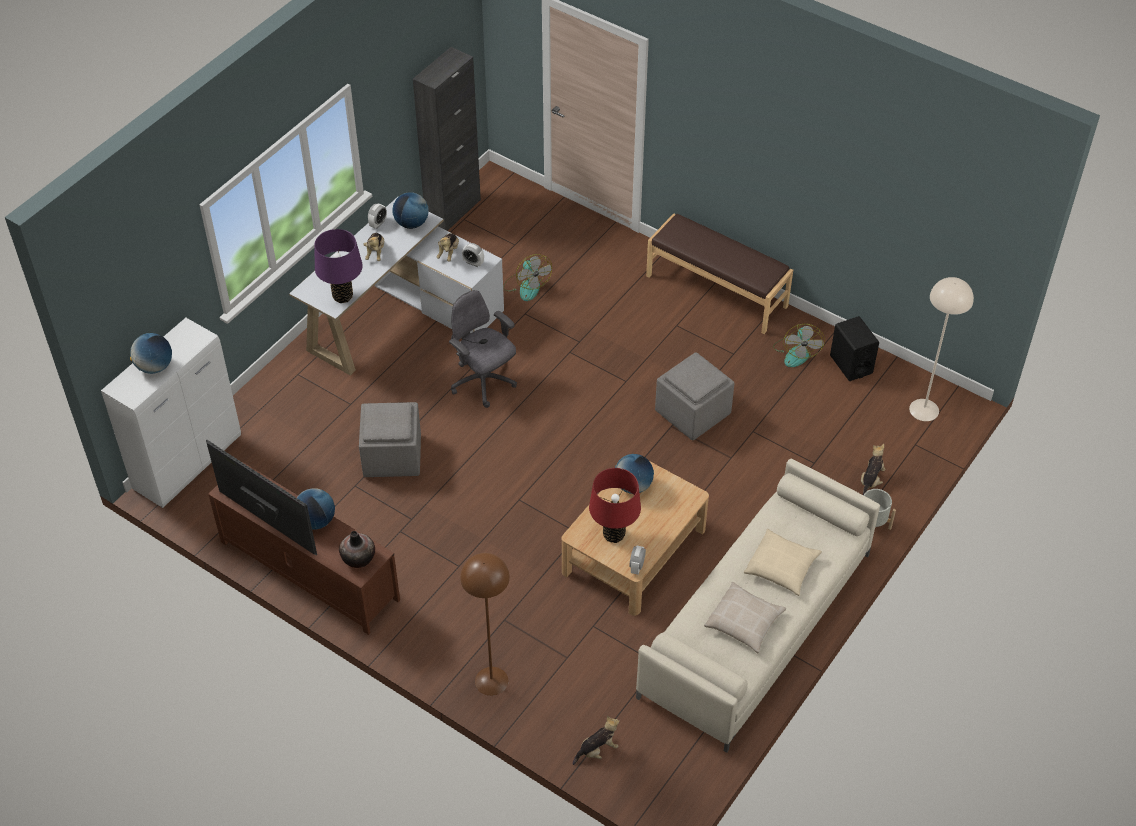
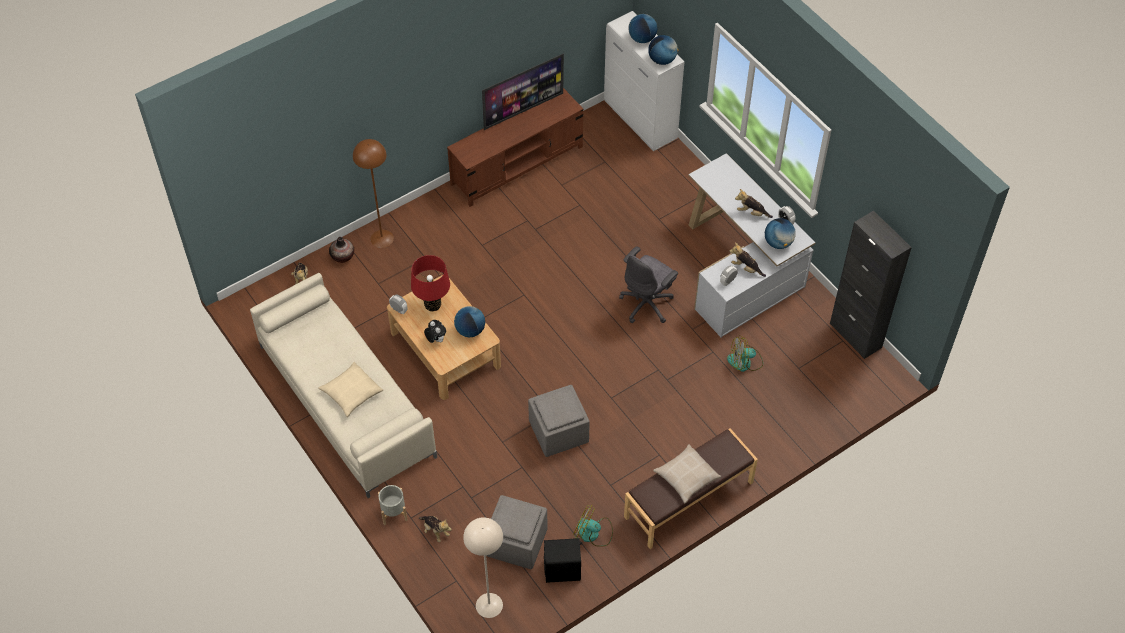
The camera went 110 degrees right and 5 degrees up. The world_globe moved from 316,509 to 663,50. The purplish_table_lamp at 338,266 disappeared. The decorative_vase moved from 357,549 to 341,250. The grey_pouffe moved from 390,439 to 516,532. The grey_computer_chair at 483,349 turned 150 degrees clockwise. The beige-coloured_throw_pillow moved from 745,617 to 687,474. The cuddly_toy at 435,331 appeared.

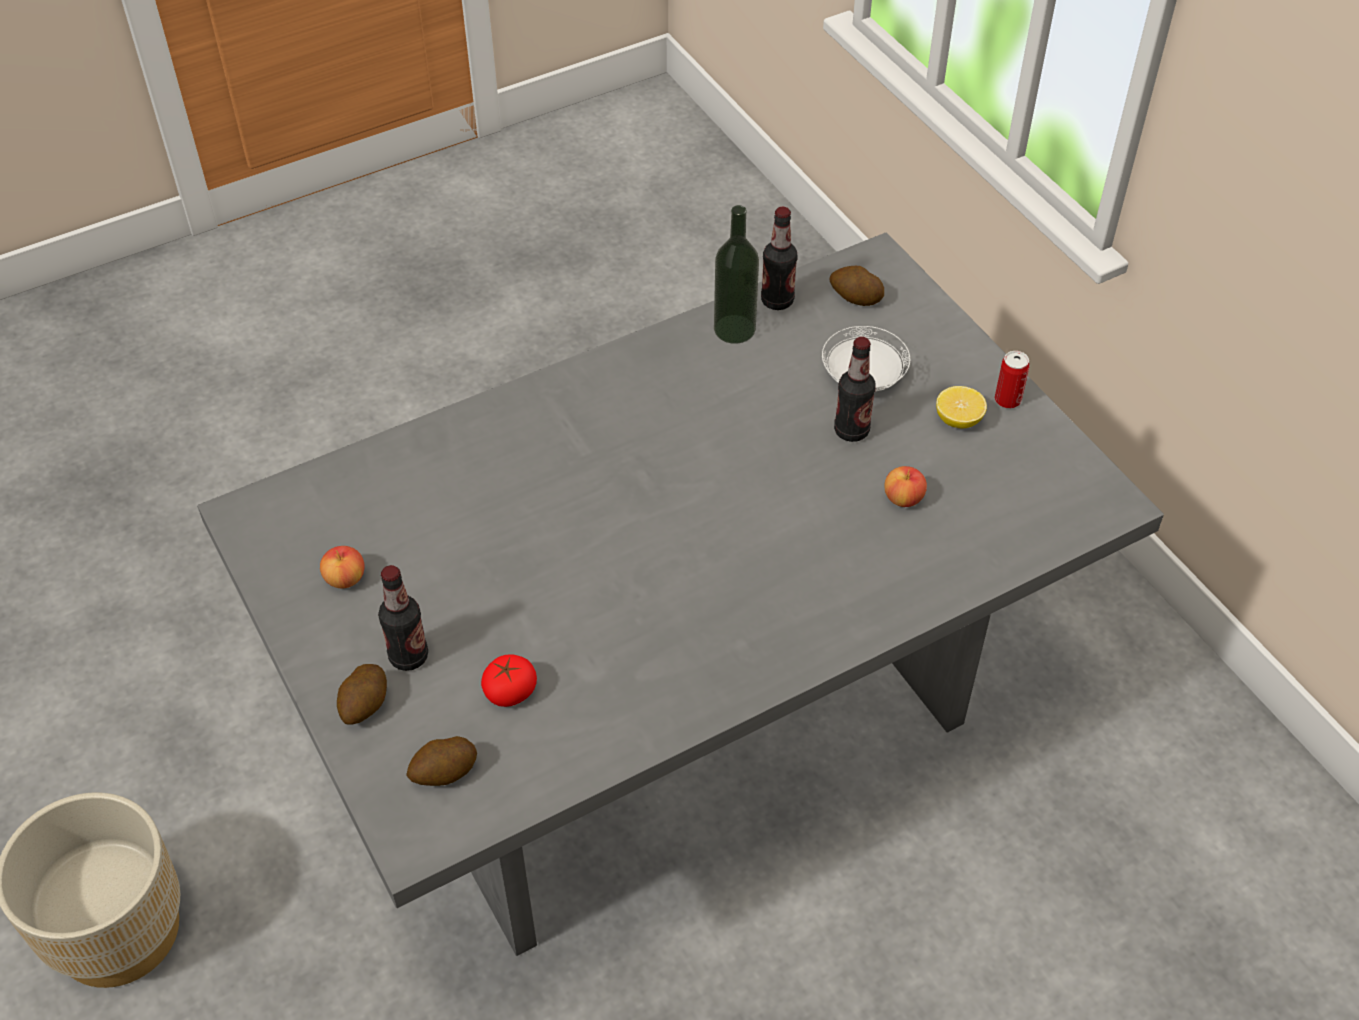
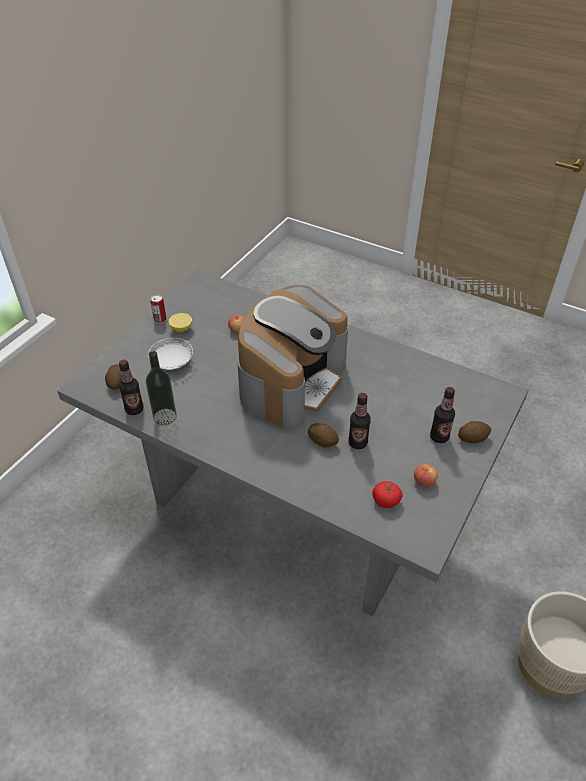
The camera went 120 degrees left and 5 degrees down. The potato moved from 441,761 to 323,435. The tomato moved from 509,680 to 387,494. The bottle moved from 855,389 to 359,421. The coffee_machine at 292,357 appeared.

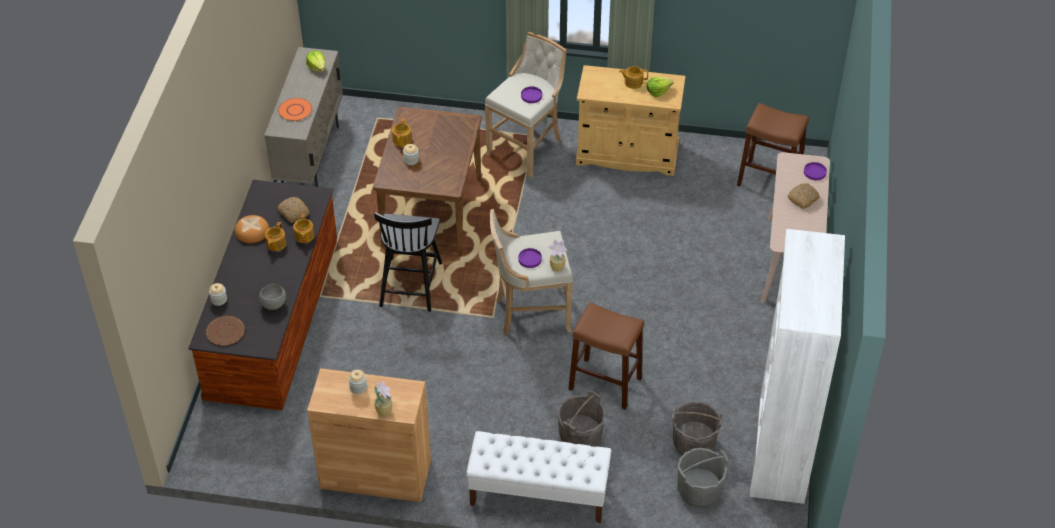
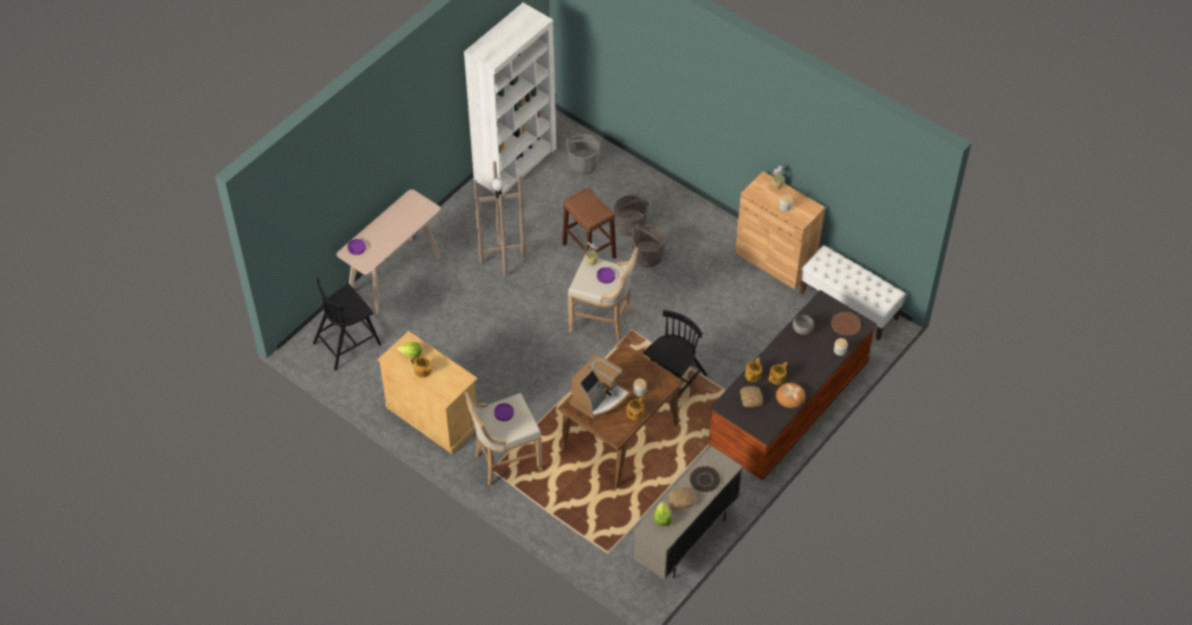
The camera went 150 degrees left and 5 degrees up. The orangey_dinner_plate at 295,109 became the black_dinner_plate at 705,479. The whitish_long_seat moved from 539,477 to 853,293. The grey_water_bucket moved from 697,428 to 648,245. The brown_stool at 773,144 was replaced by the black_plain_chair at 347,324. The baked_bread moved from 804,196 to 682,498. The brown_floor_lamp at 471,248 appeared. The coffee_machine at 600,386 appeared.

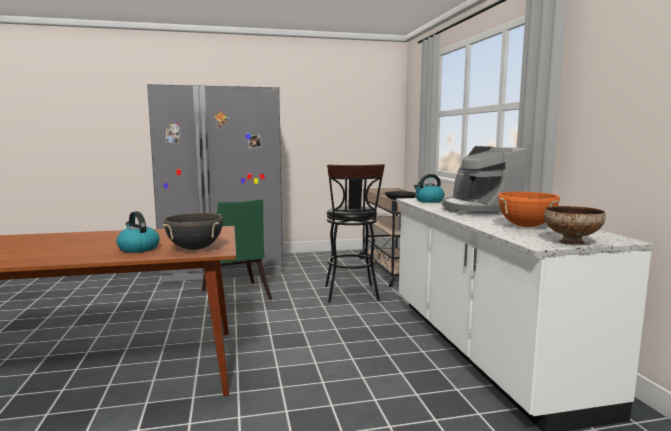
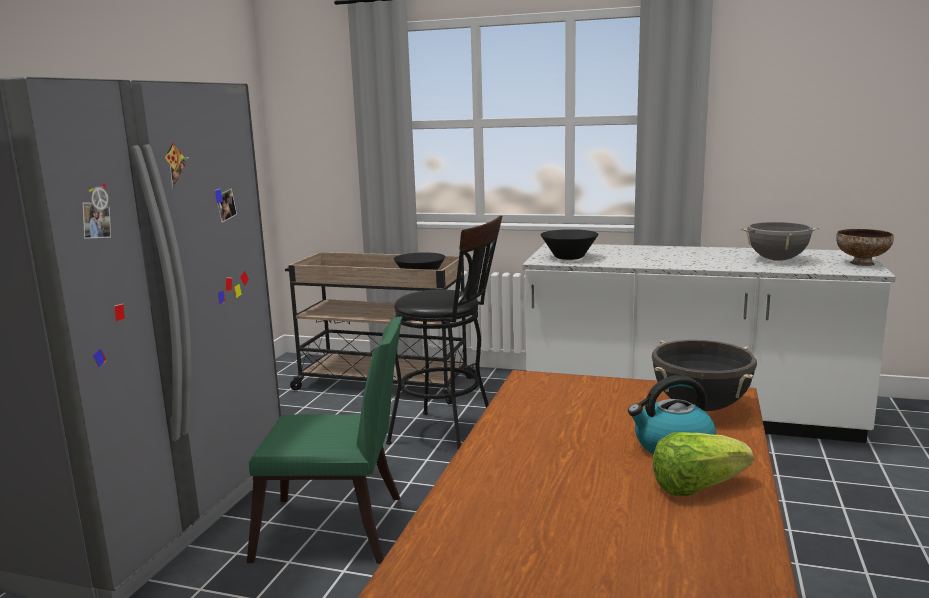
The camera went 60 degrees left and 5 degrees up. The water_kettle at 429,188 was replaced by the black_deep_dish at 569,244. The coffee_machine at 484,181 disappeared. The orangey_saucepot at 529,209 became the grey_saucepot at 779,241. The head_of_lettuce at 703,464 appeared.

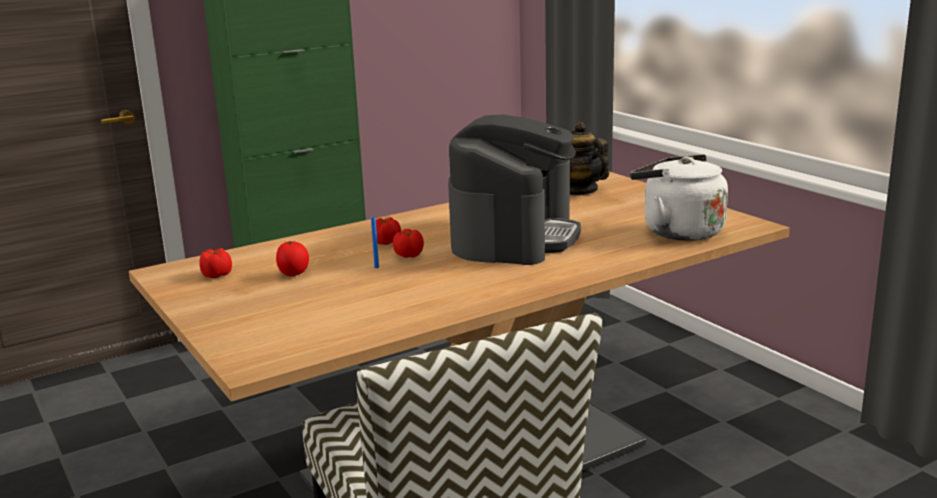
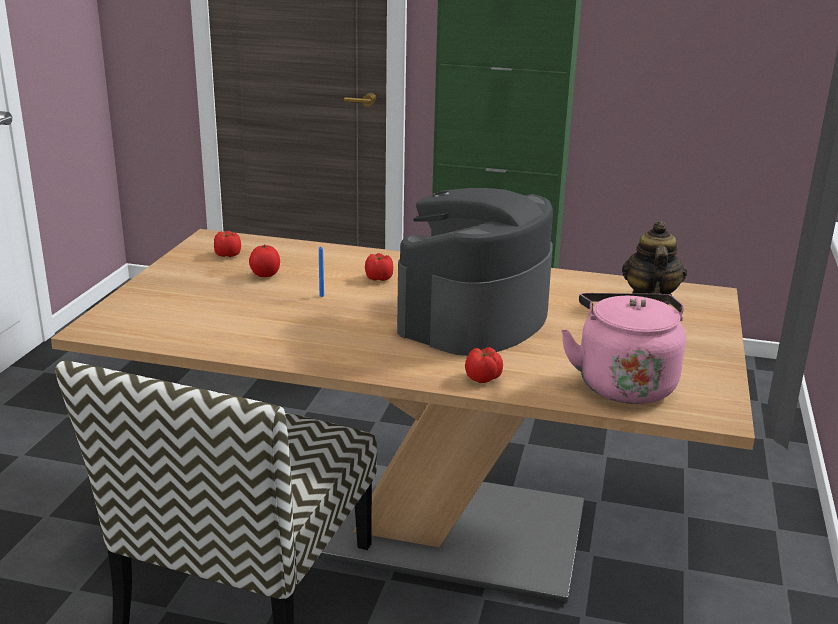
The camera went 45 degrees right and 5 degrees up. The tomato moved from 408,243 to 484,365. The coffee_machine at 514,189 turned 150 degrees clockwise. The whitish_water_kettle at 679,197 became the pink_water_kettle at 623,348.

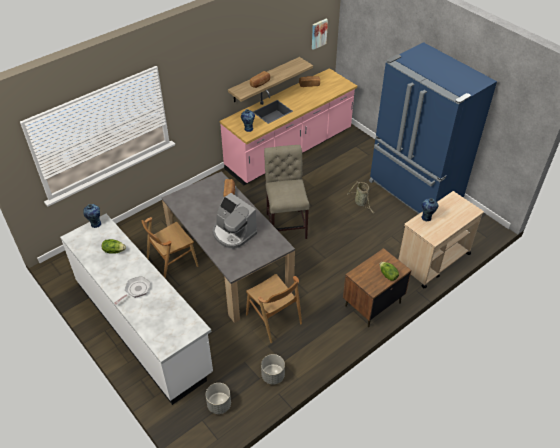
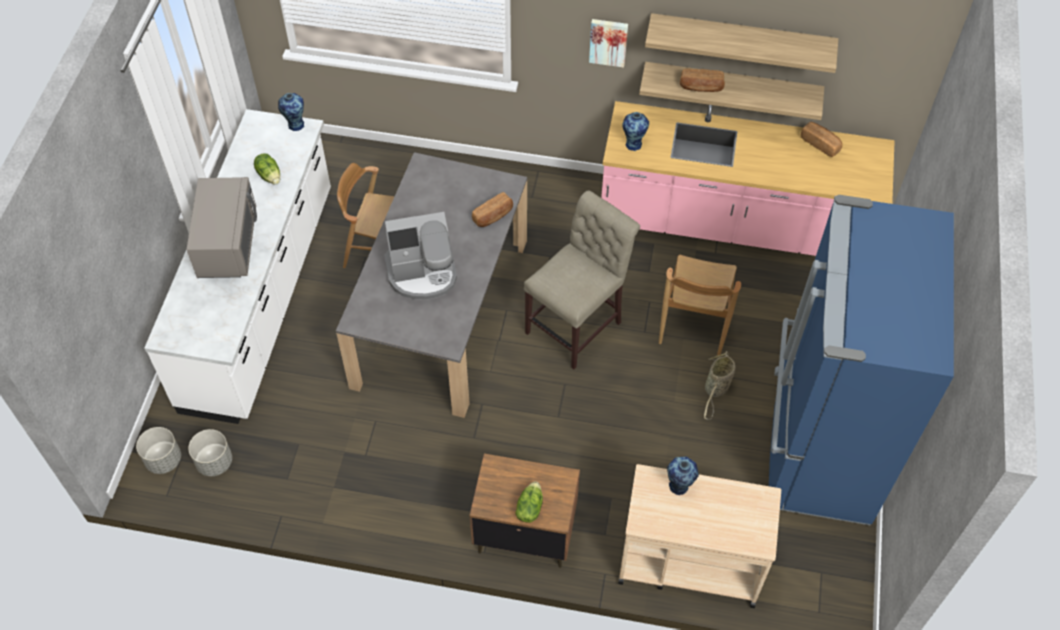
The camera went 50 degrees right and 10 degrees up. The pan at 132,290 was replaced by the grey_kitchen_microwave at 221,227. The coffee_machine at 235,221 turned 105 degrees counterclockwise. The brown_plain_chair moved from 274,308 to 700,305. The grey_planter moved from 273,369 to 158,450. The picture moved from 320,34 to 608,43. The shelf at 741,43 appeared.

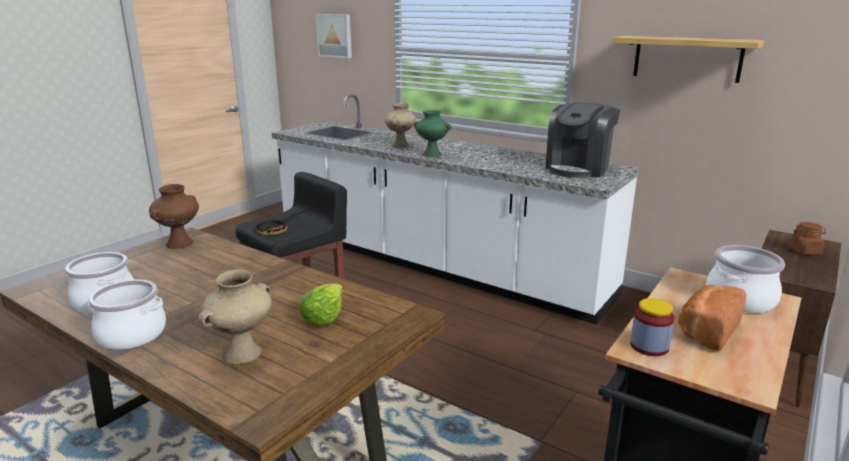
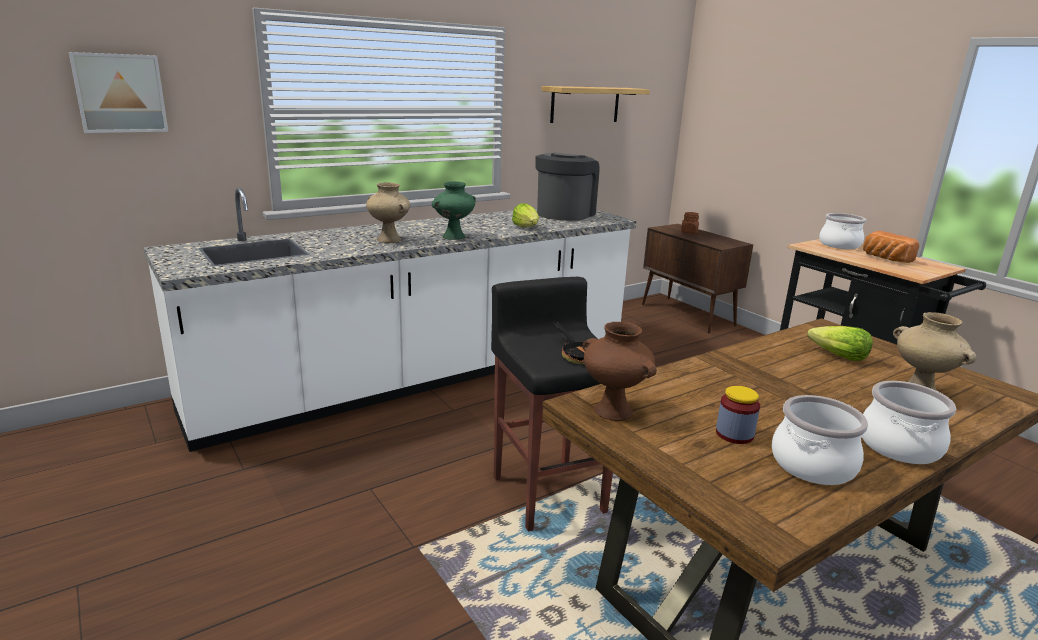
The camera went 70 degrees left and 0 degrees up. The coffee_machine at 583,140 turned 120 degrees counterclockwise. The jar moved from 652,327 to 738,415. The head_of_lettuce at 525,215 appeared.

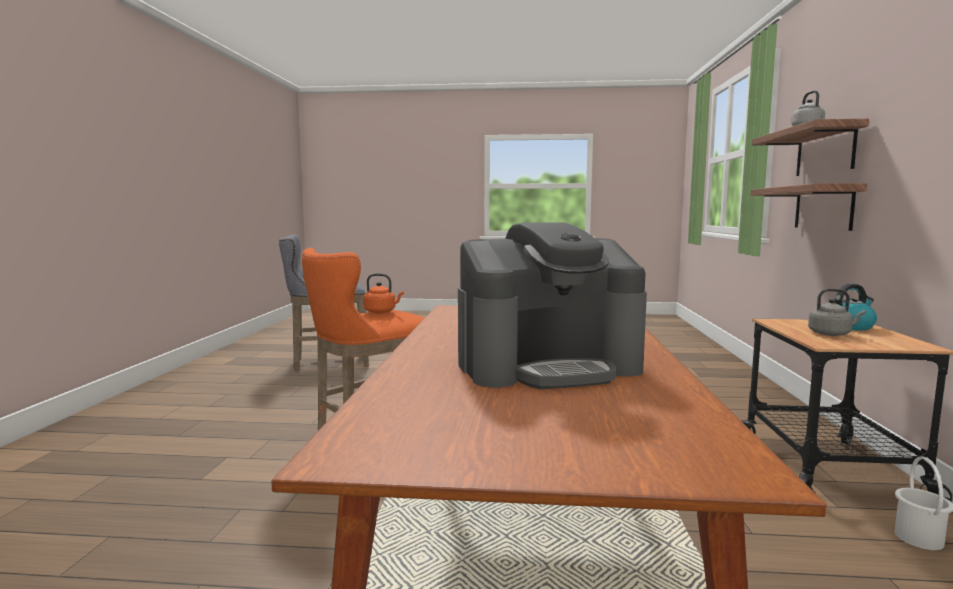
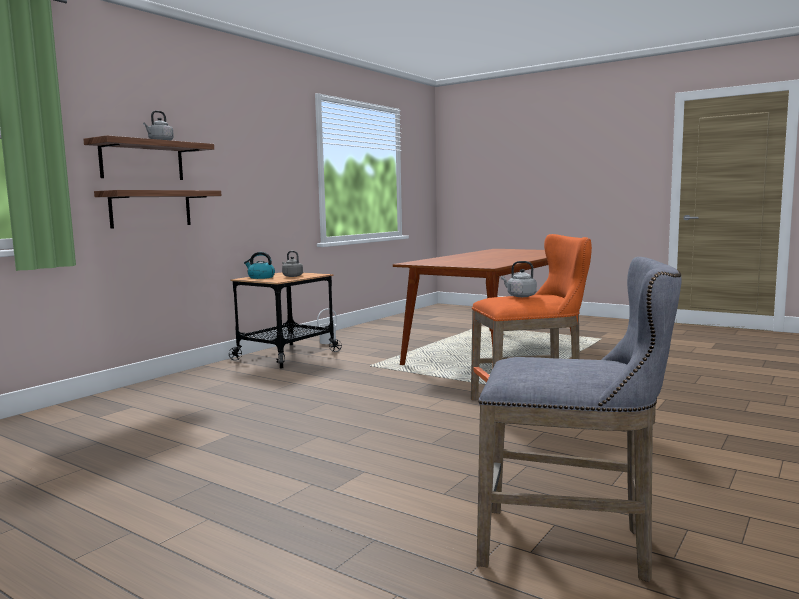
The camera went 150 degrees left and 0 degrees up. The orangey_water_kettle at 384,293 became the grey_water_kettle at 519,279. The coffee_machine at 552,305 disappeared.

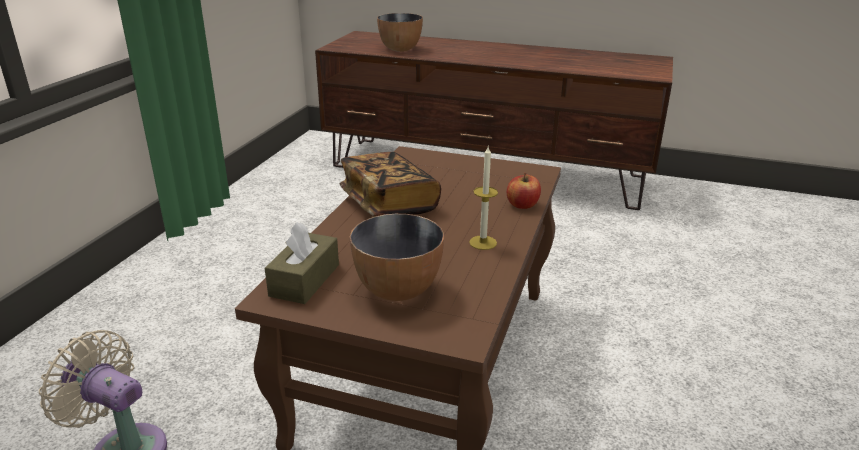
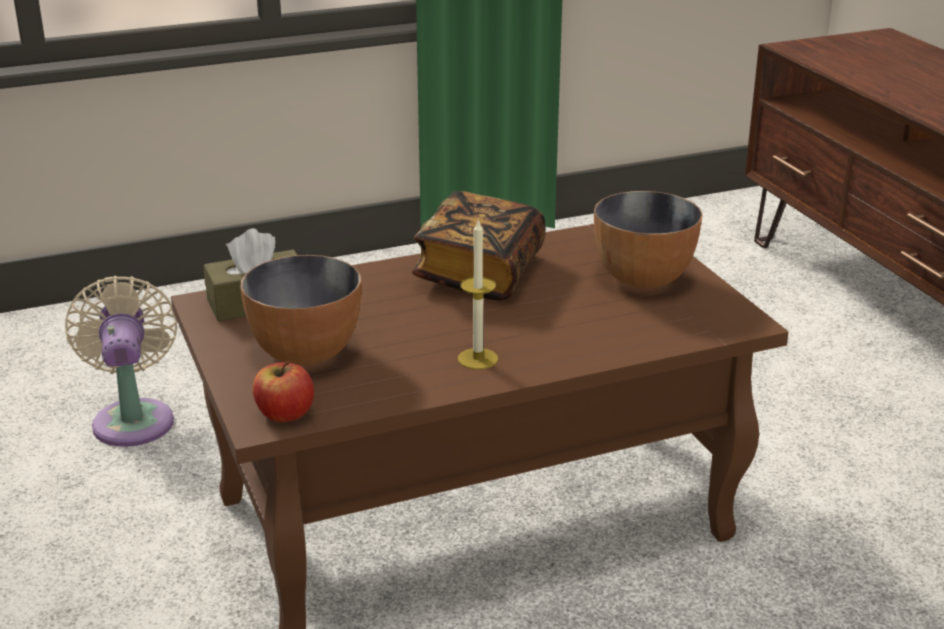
The camera went 50 degrees right and 0 degrees up. The deep_dish moved from 400,32 to 648,239. The apple moved from 524,191 to 283,391.

